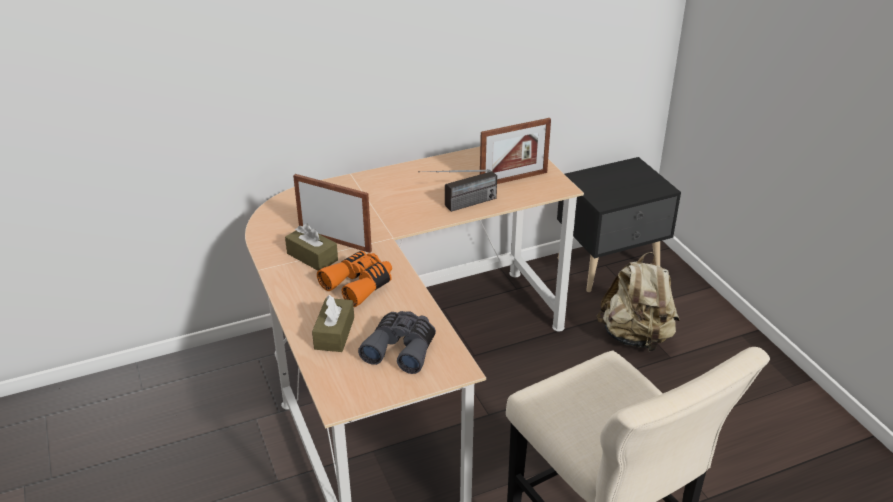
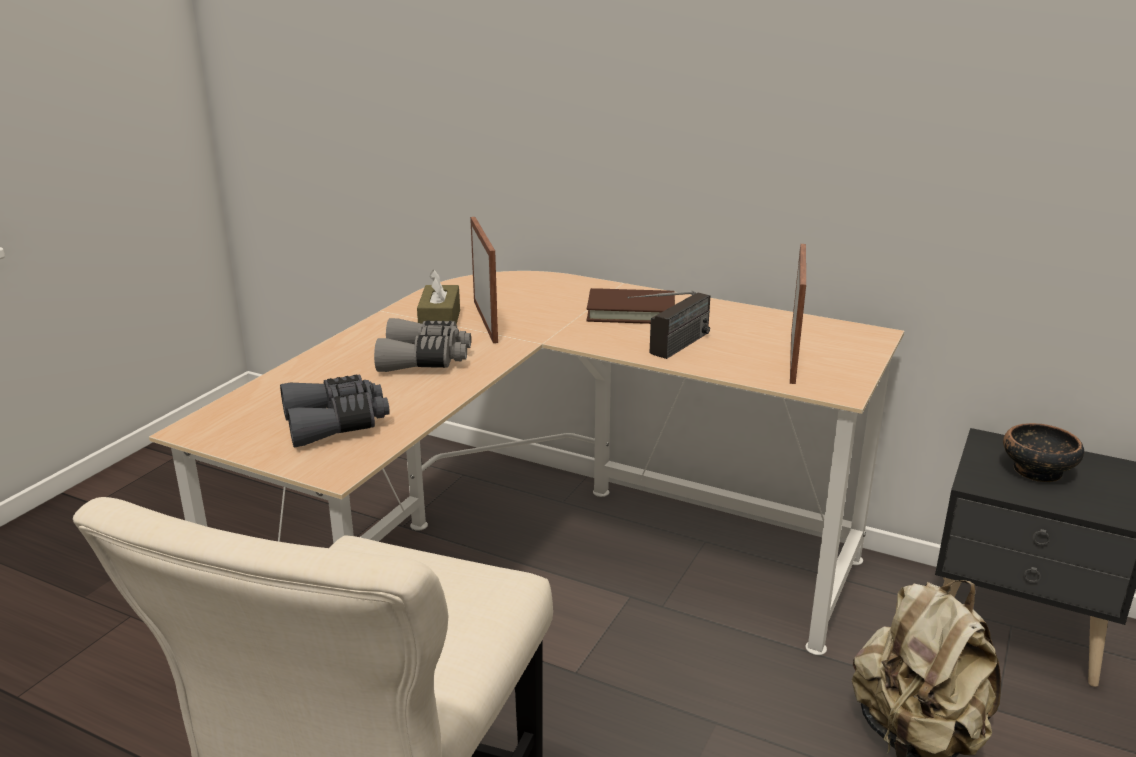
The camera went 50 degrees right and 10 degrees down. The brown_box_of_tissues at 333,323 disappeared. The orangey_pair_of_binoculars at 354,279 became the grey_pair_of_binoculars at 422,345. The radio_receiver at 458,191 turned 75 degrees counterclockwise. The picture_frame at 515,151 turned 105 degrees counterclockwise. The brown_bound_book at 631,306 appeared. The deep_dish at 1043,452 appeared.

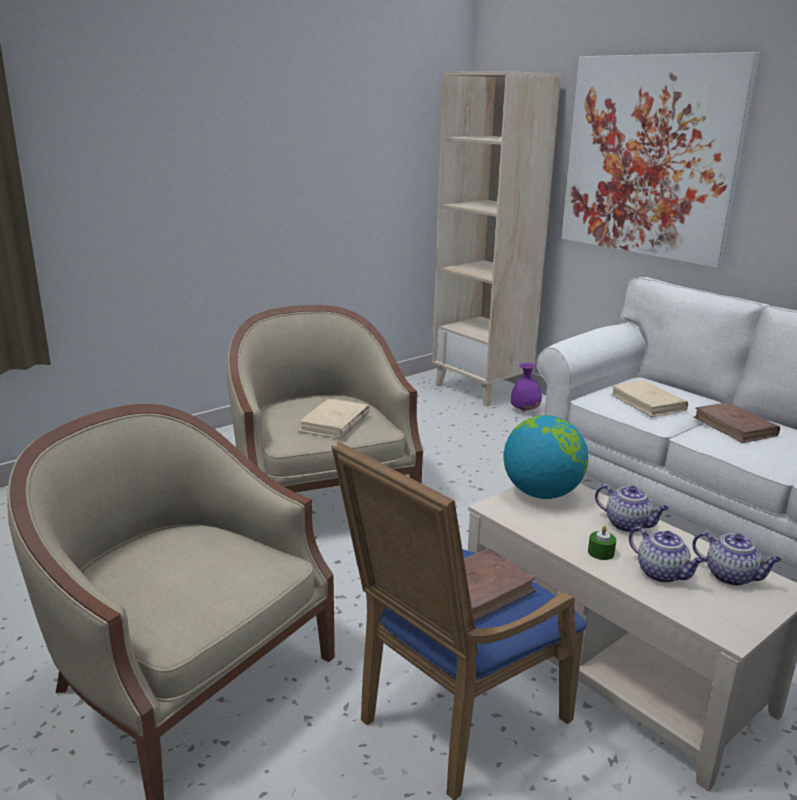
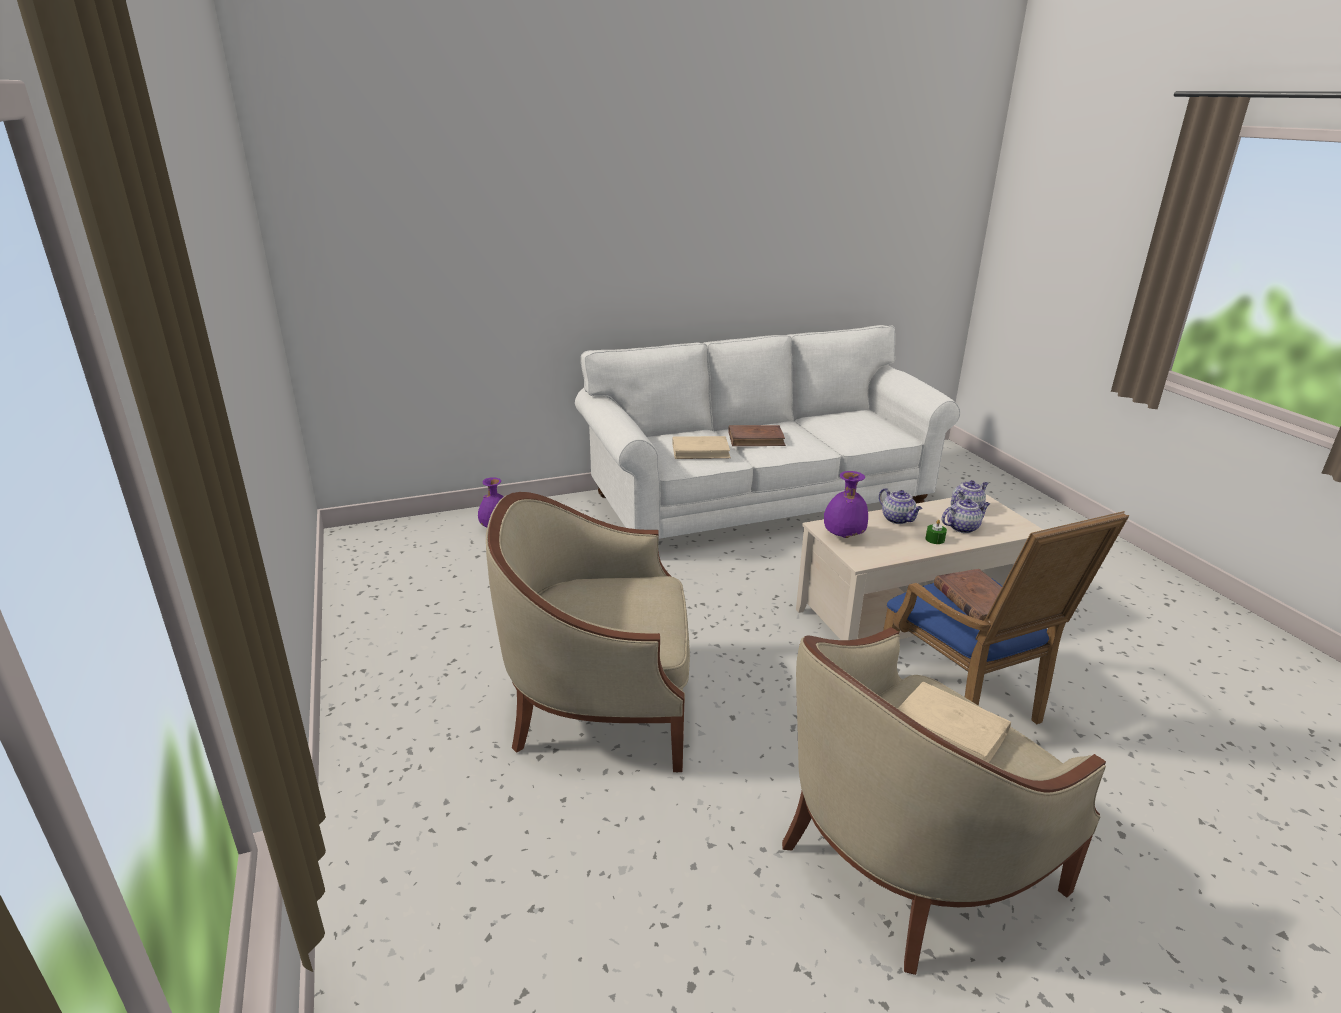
The camera went 70 degrees left and 5 degrees up. The beige-coloured_bound_book moved from 334,418 to 954,722. The beige-coloured_shelving_unit at 496,239 disappeared. The world_globe at 545,457 was replaced by the purplish_decorative_vase at 846,504. The picture at 660,160 disappeared. The teapot at 632,508 turned 90 degrees clockwise.

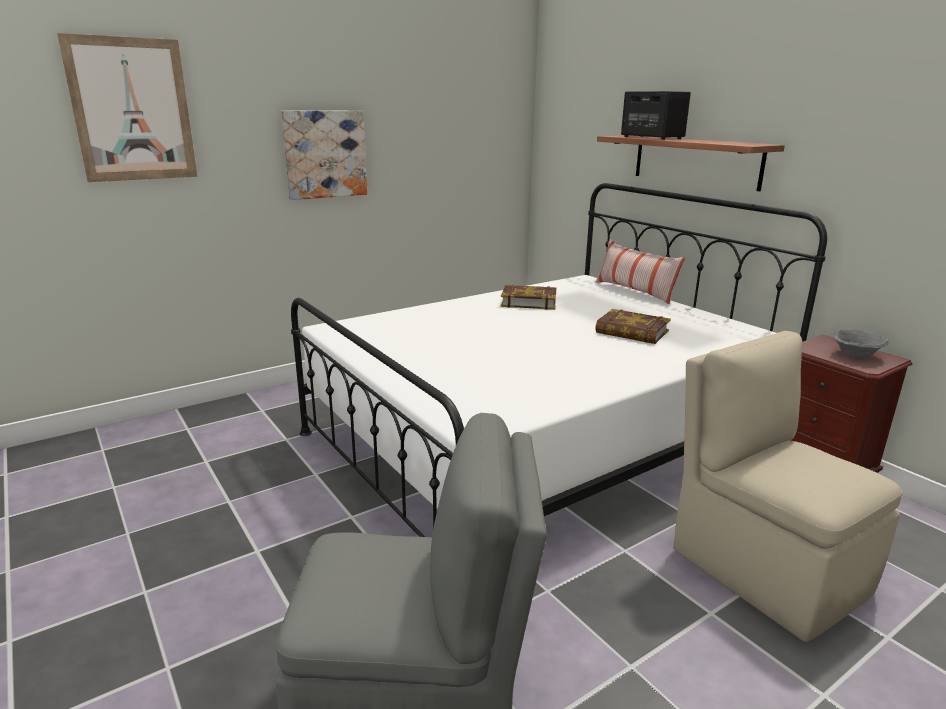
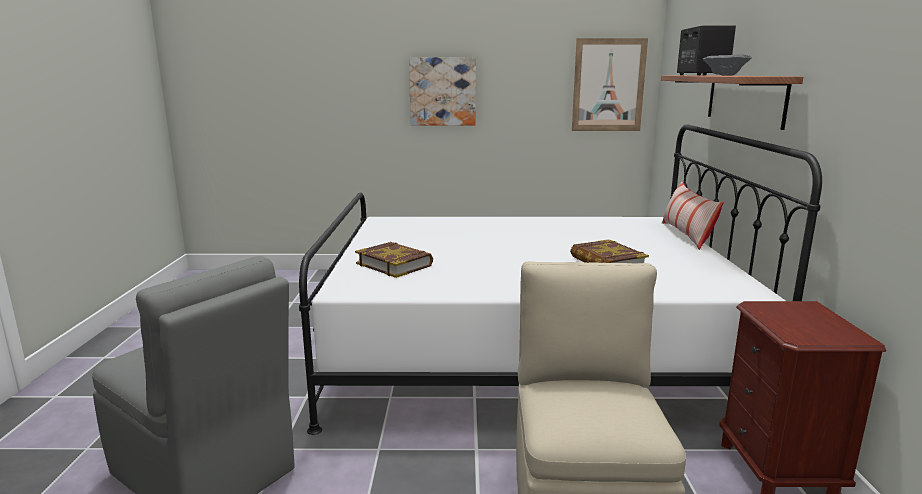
The camera went 35 degrees right and 5 degrees down. The picture moved from 127,107 to 610,84. The bound_book moved from 528,297 to 394,260. The grey_deep_dish moved from 861,344 to 727,65.

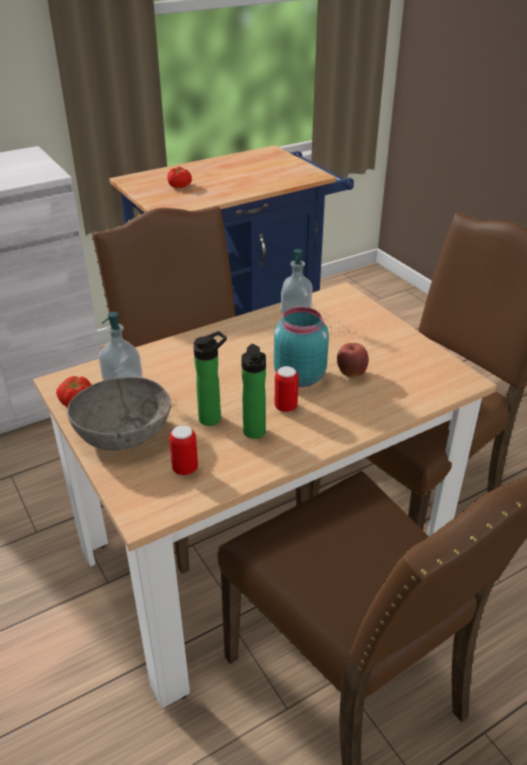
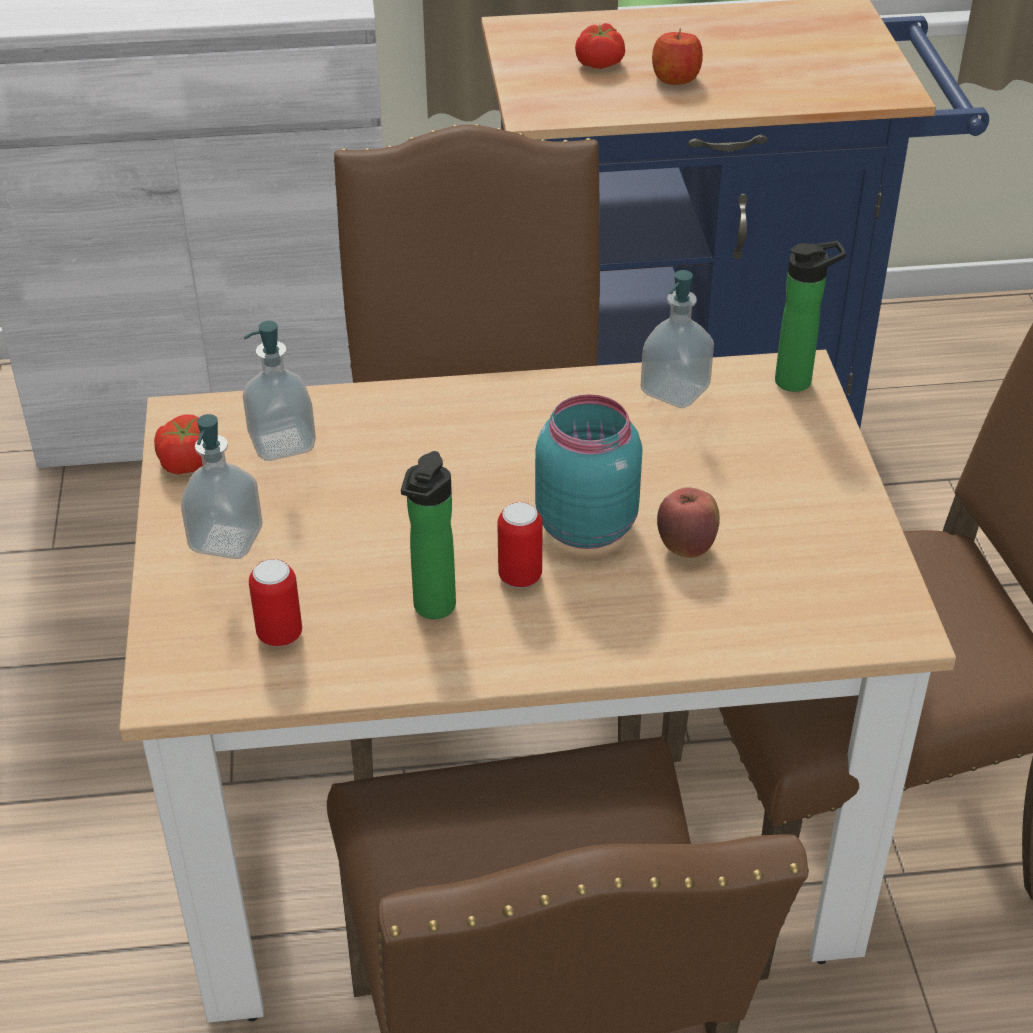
The camera went 25 degrees right and 5 degrees up. The grey_deep_dish at 119,414 was replaced by the soap_dispenser at 222,486. The bottle moved from 210,378 to 810,316. The apple at 677,57 appeared.

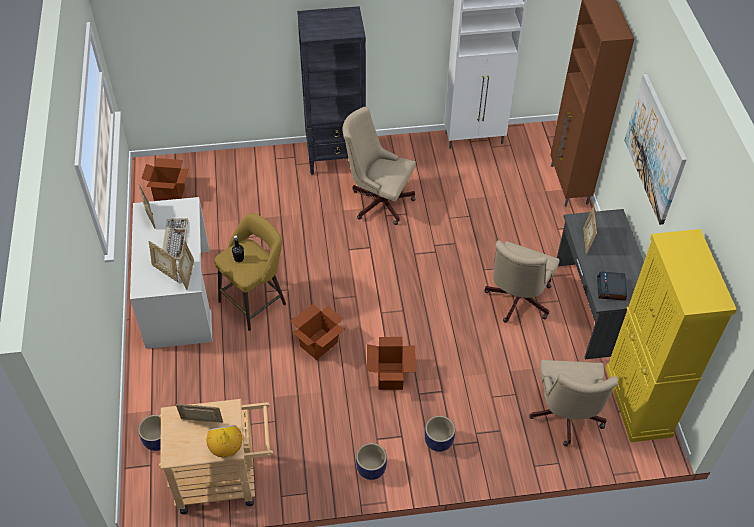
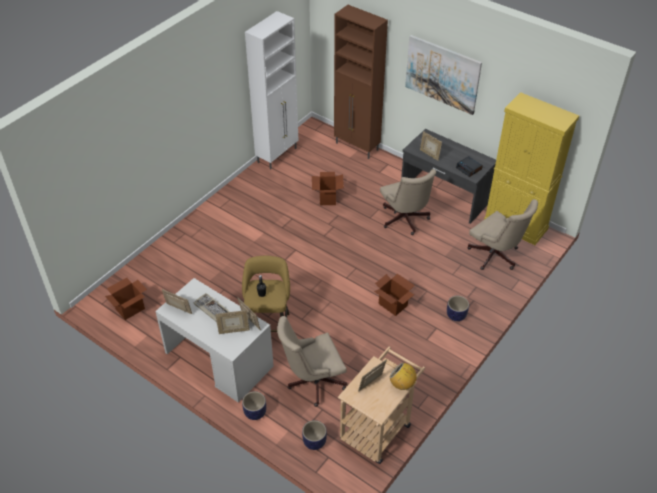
The camera went 45 degrees left and 5 degrees down. The carton moved from 318,332 to 328,188. The black_shelving_unit at 331,90 disappeared. The beige-coloured_computer_chair moved from 379,166 to 312,361. The planter moved from 371,461 to 254,405.

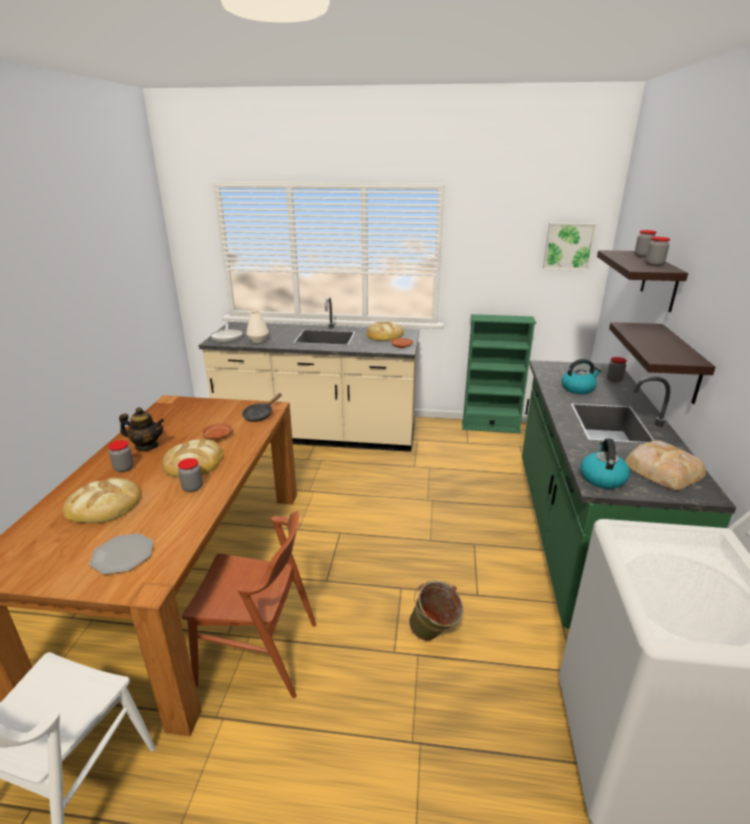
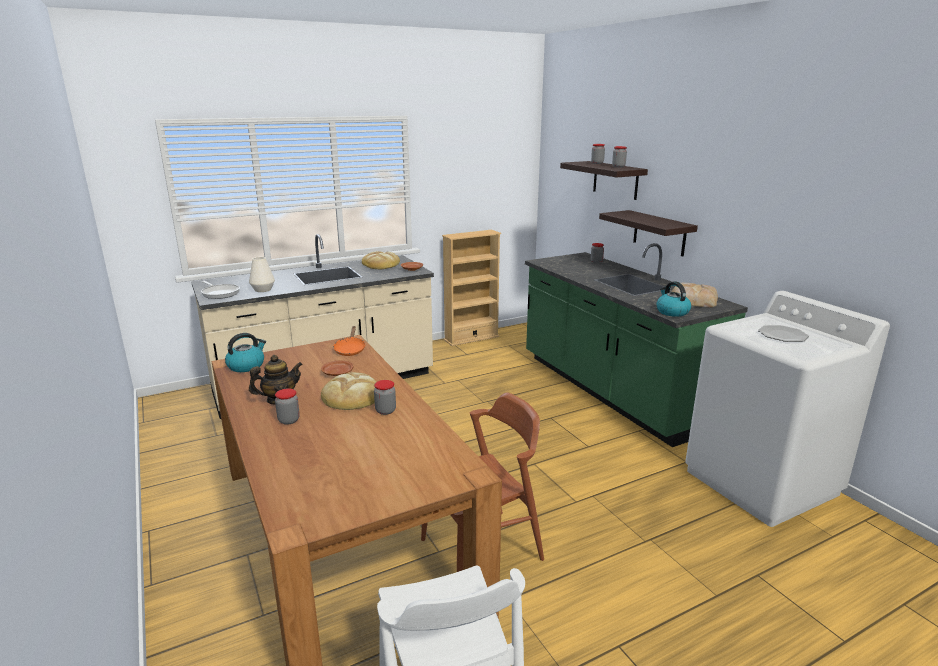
The camera went 35 degrees left and 5 degrees down. The baked_bread at 102,500 disappeared. The dinner_plate moved from 121,554 to 783,333. The black_pan at 262,407 became the orangey_pan at 349,341. The green-coloured_water_bucket at 436,611 disappeared. The green-coloured_shelving_unit at 499,373 became the beige-coloured_shelving_unit at 471,288. The picture at 570,246 disappeared. The water_kettle moved from 581,376 to 245,352.

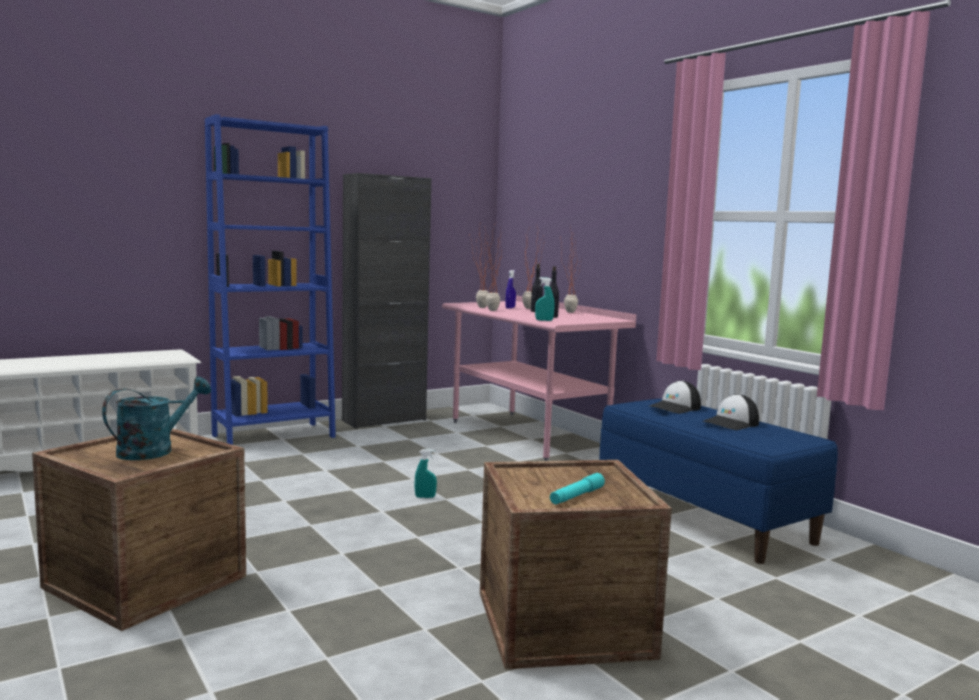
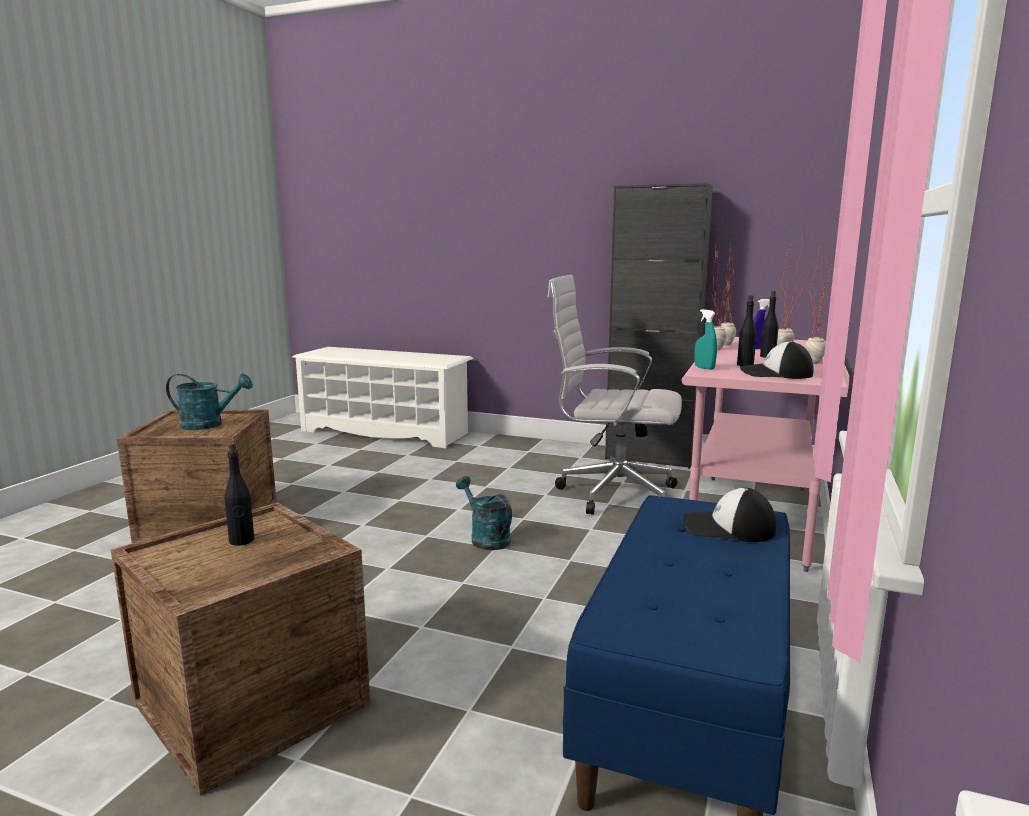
The camera went 55 degrees right and 5 degrees up. The bluish_shelving_unit at 270,279 disappeared. The blue-green_spray_bottle at 426,473 was replaced by the blue-green_sprinkling_can at 484,513. The blue-green_flashlight at 577,488 disappeared. The baseball_cap moved from 730,412 to 777,360. The black_bottle at 239,494 appeared. The whitish_computer_chair at 614,395 appeared.

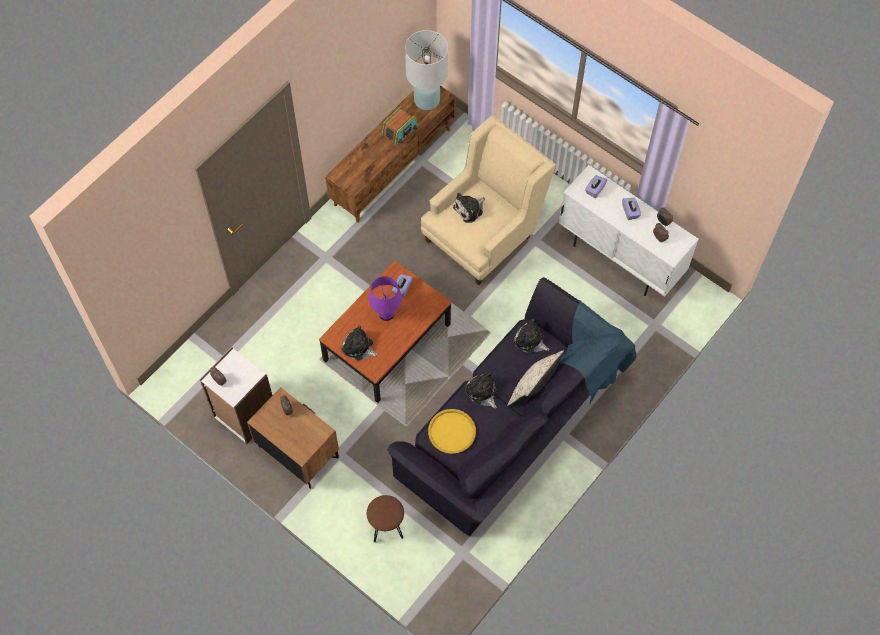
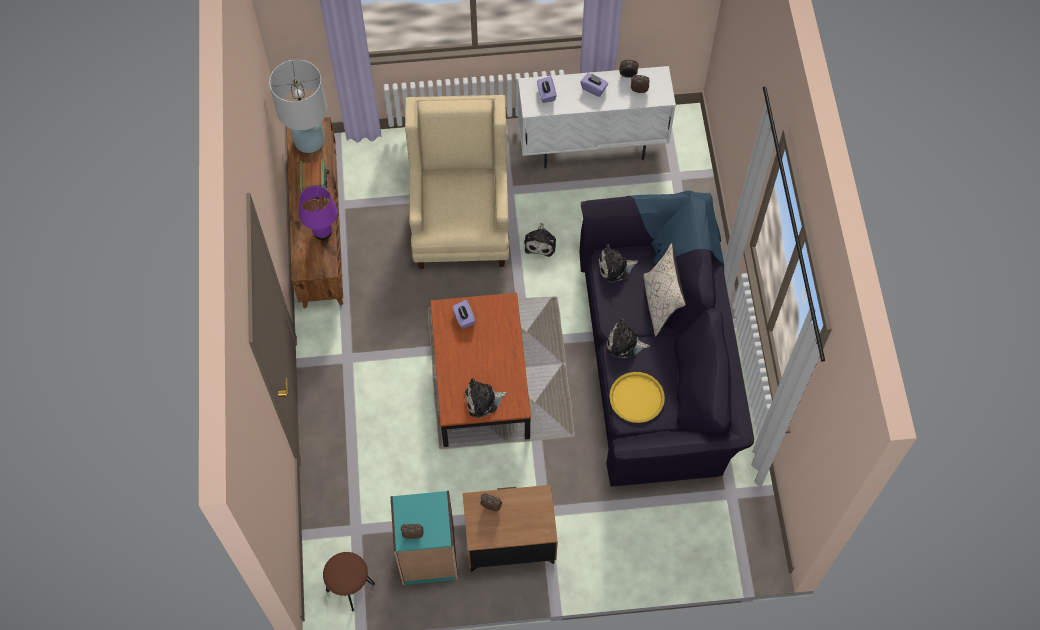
The camera went 45 degrees left and 0 degrees up. The whitish_shelving_unit at 236,396 became the blue-green_shelving_unit at 424,538. The brown_stool moved from 385,519 to 349,581. The purplish_table_lamp moved from 385,298 to 318,213. The cuddly_toy moved from 469,208 to 540,240.

